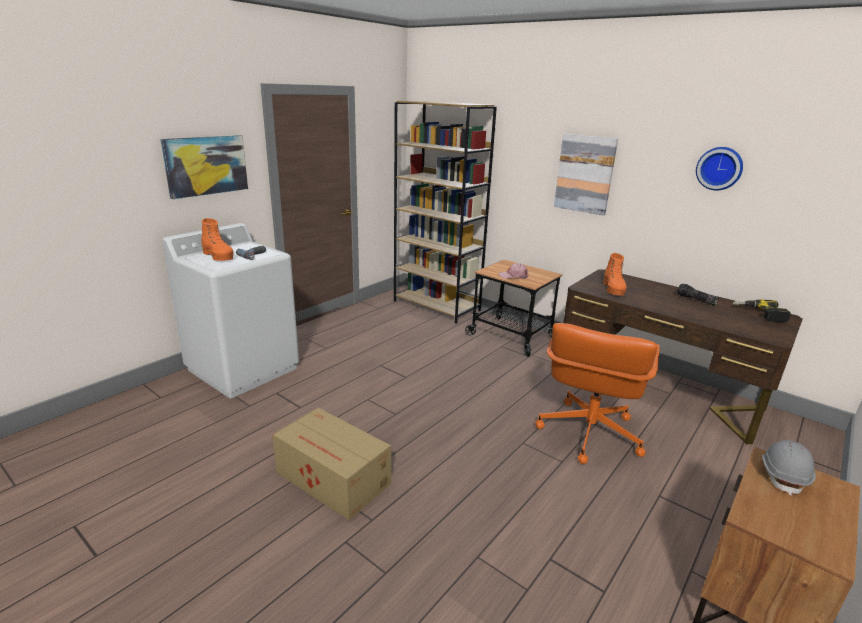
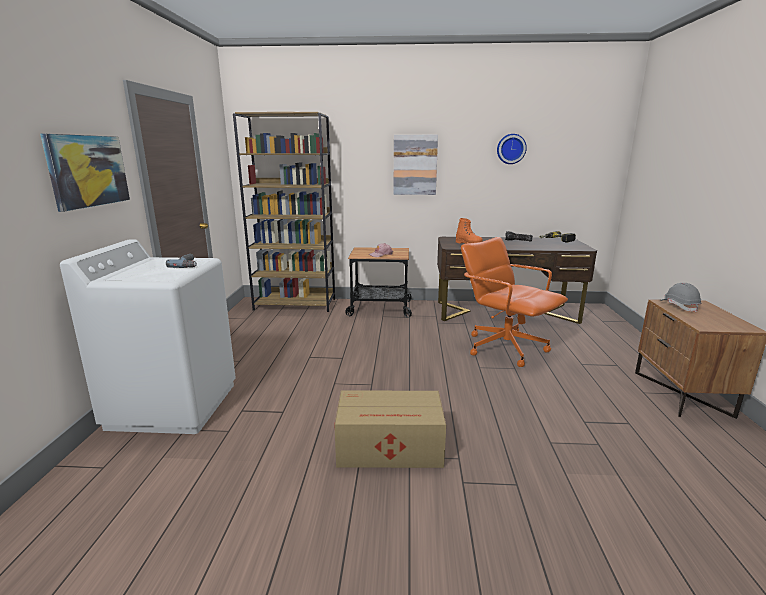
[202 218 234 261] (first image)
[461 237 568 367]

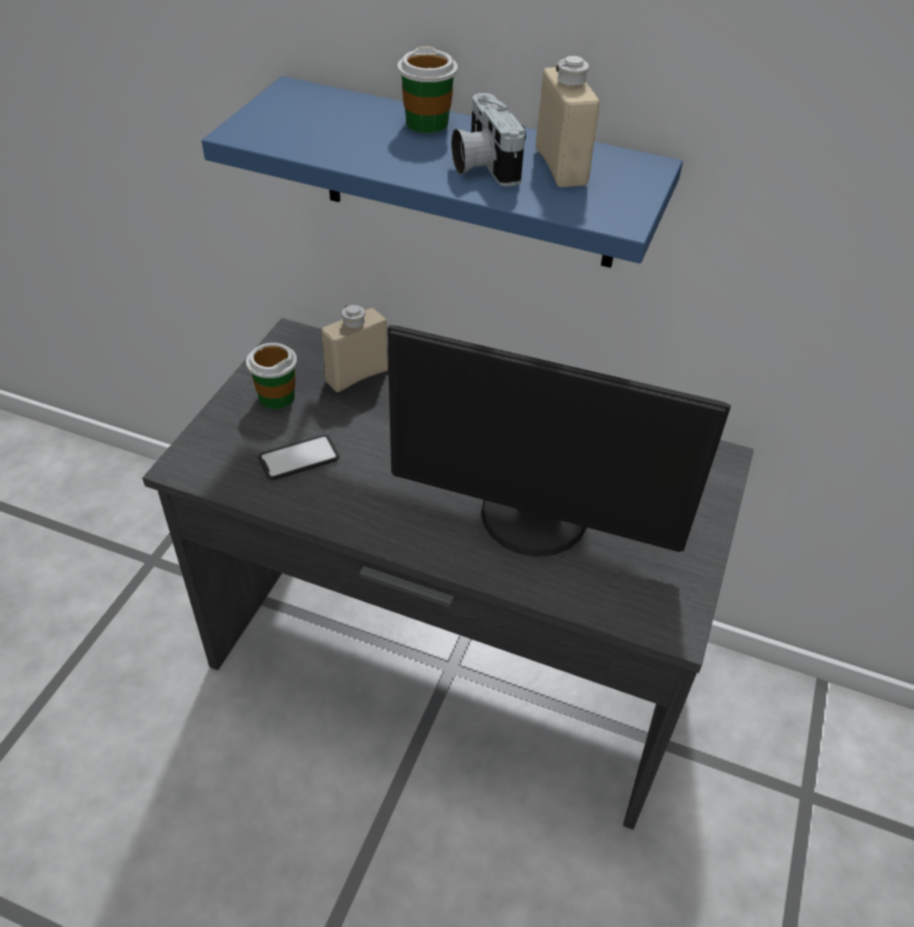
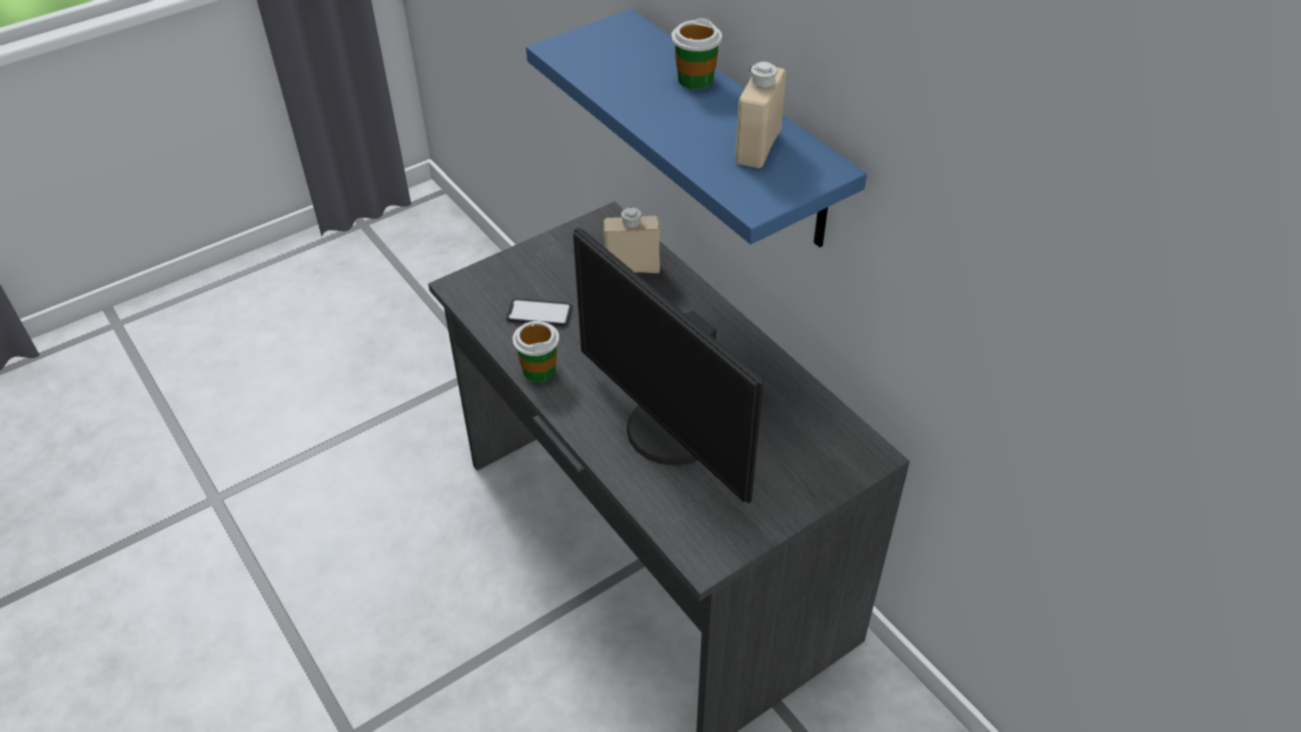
[451 93 526 187] (first image)
[513 321 559 382]

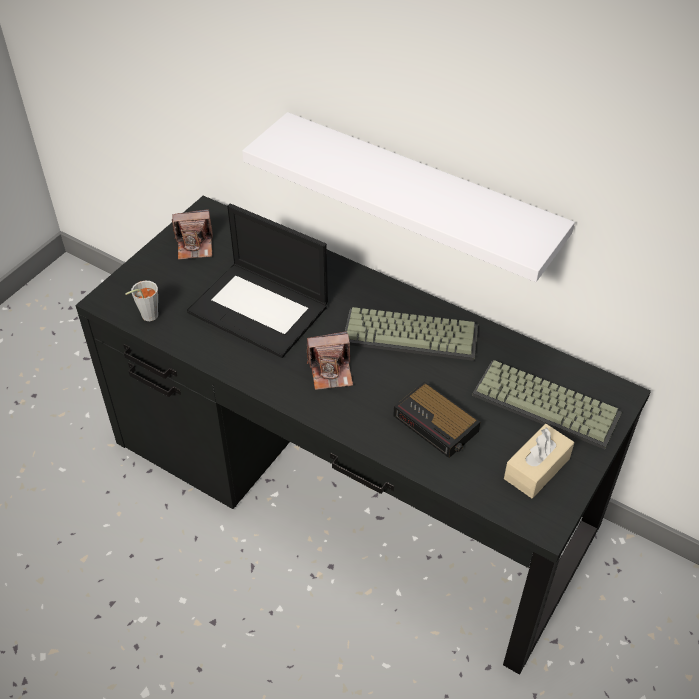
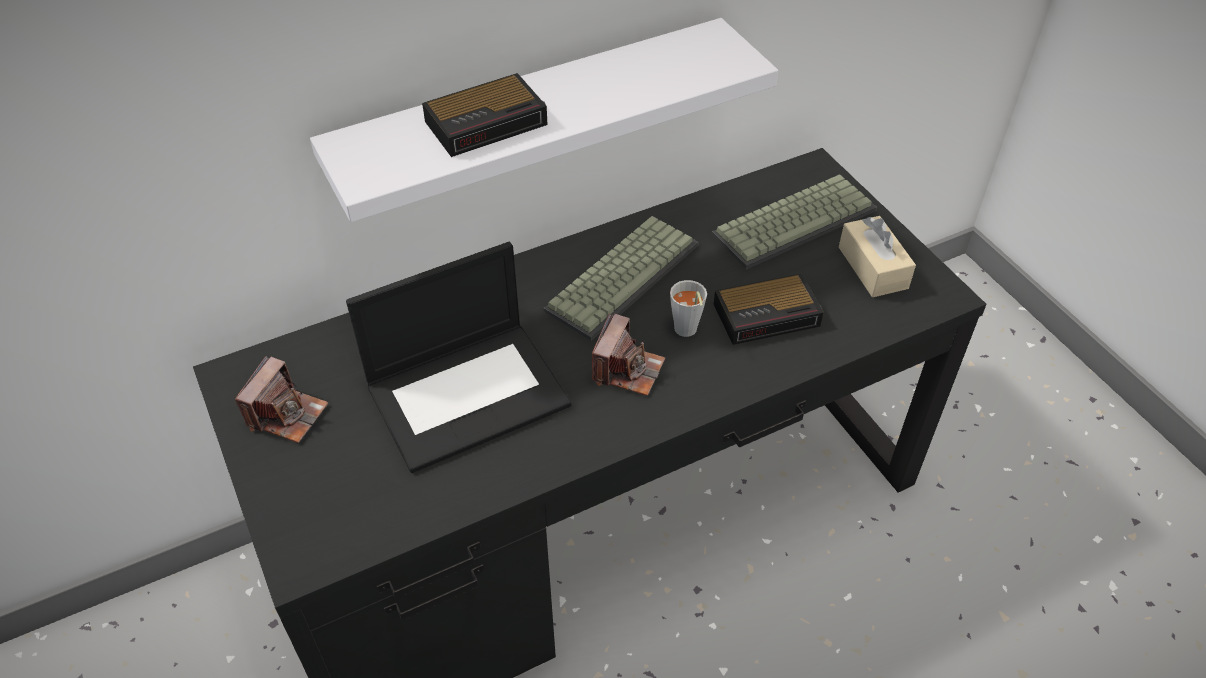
[422 73 548 157]
[670 280 707 337]

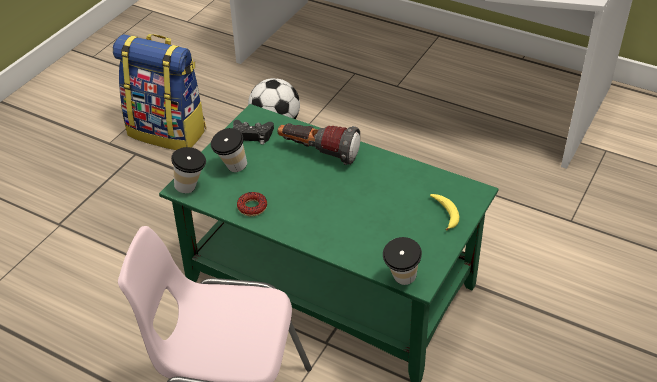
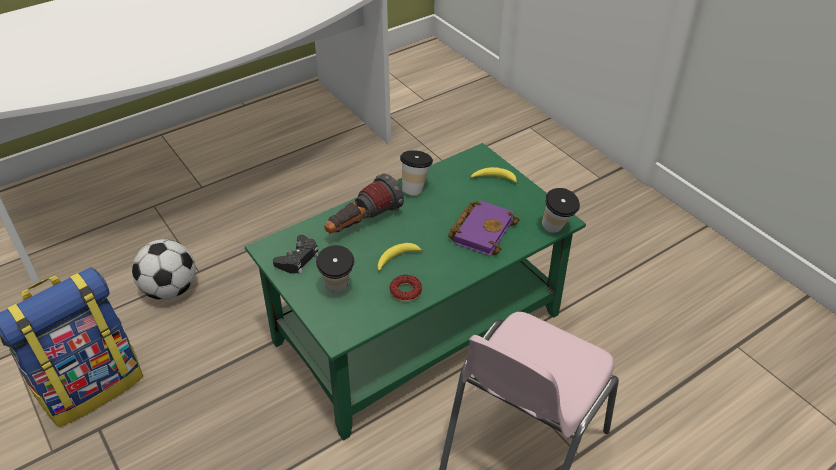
[378 243 424 271]
[448 200 520 256]
[400 150 433 195]

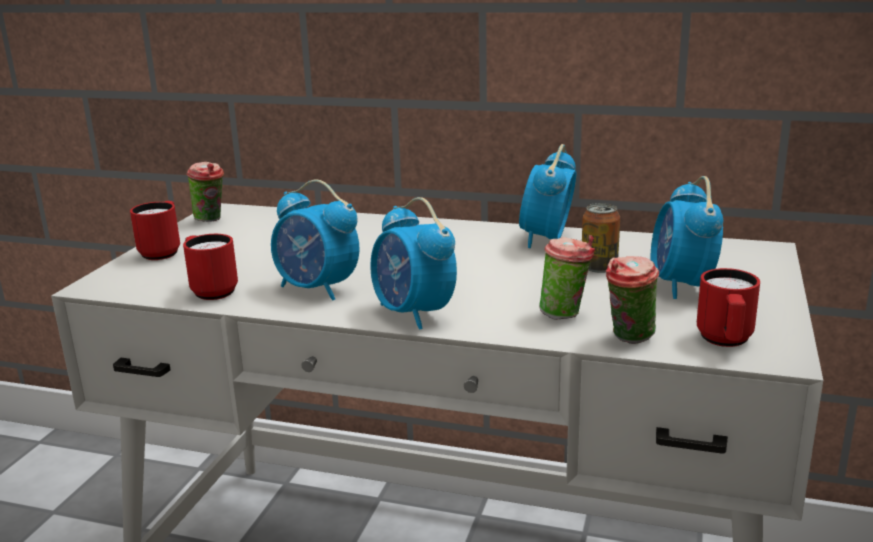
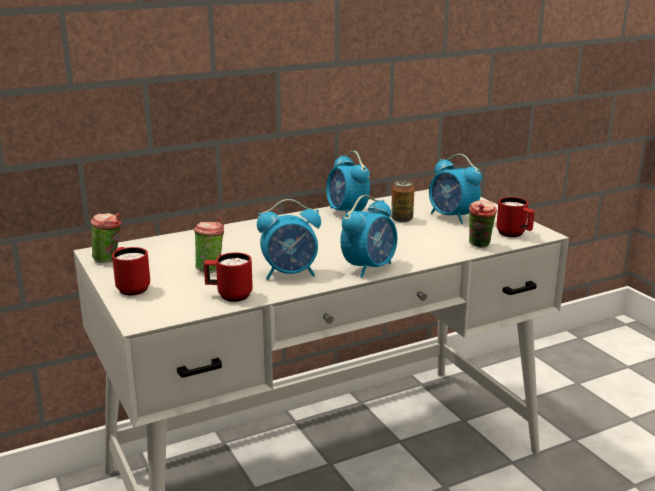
[194 217 224 273]
[340 195 397 278]

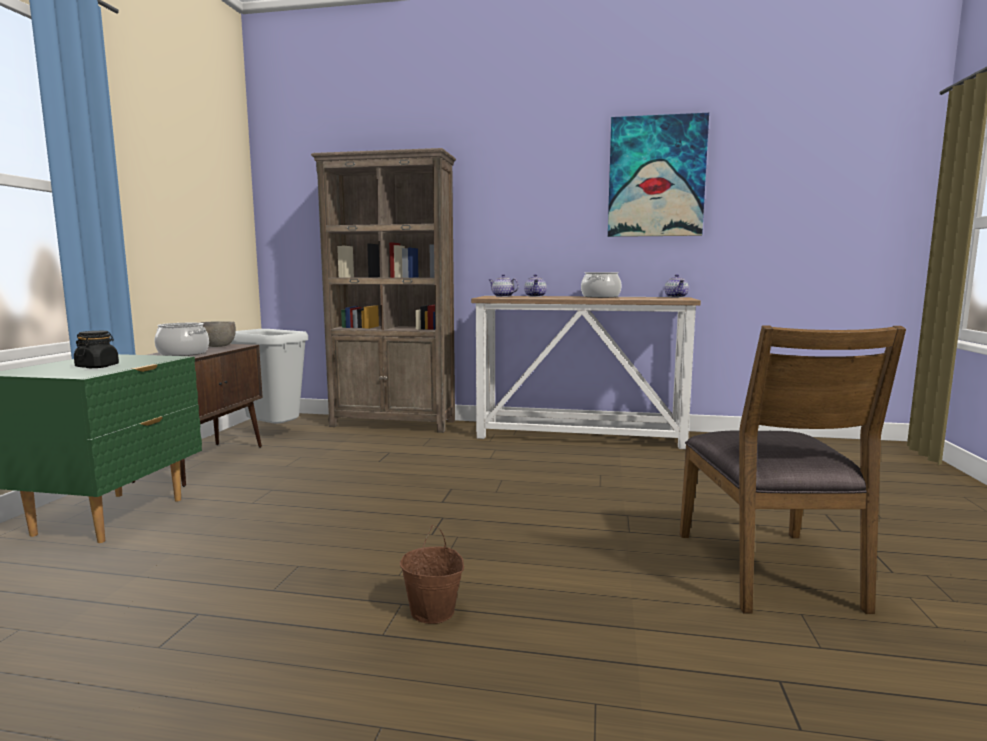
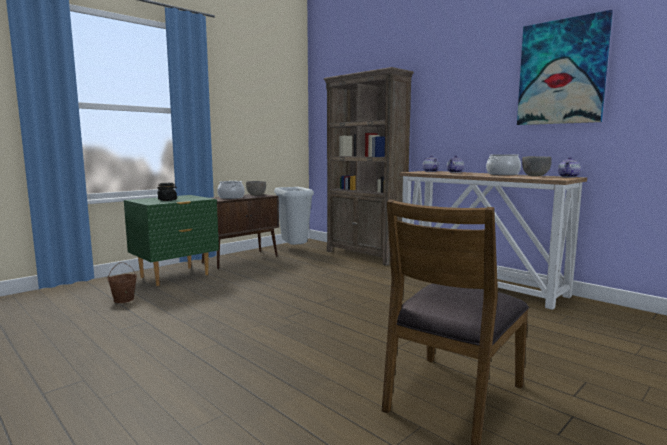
[522 156 552 176]
[108 262 137 303]

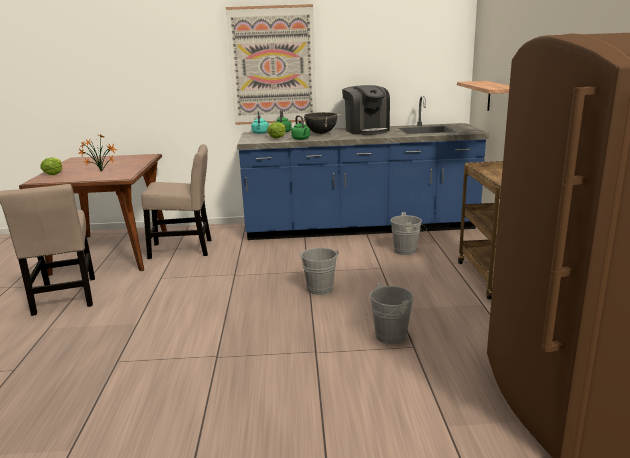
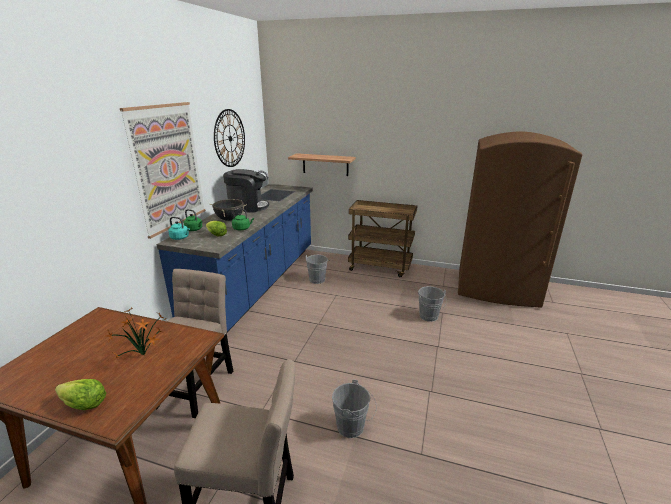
[214 109 245 167]
[332 379 377 438]

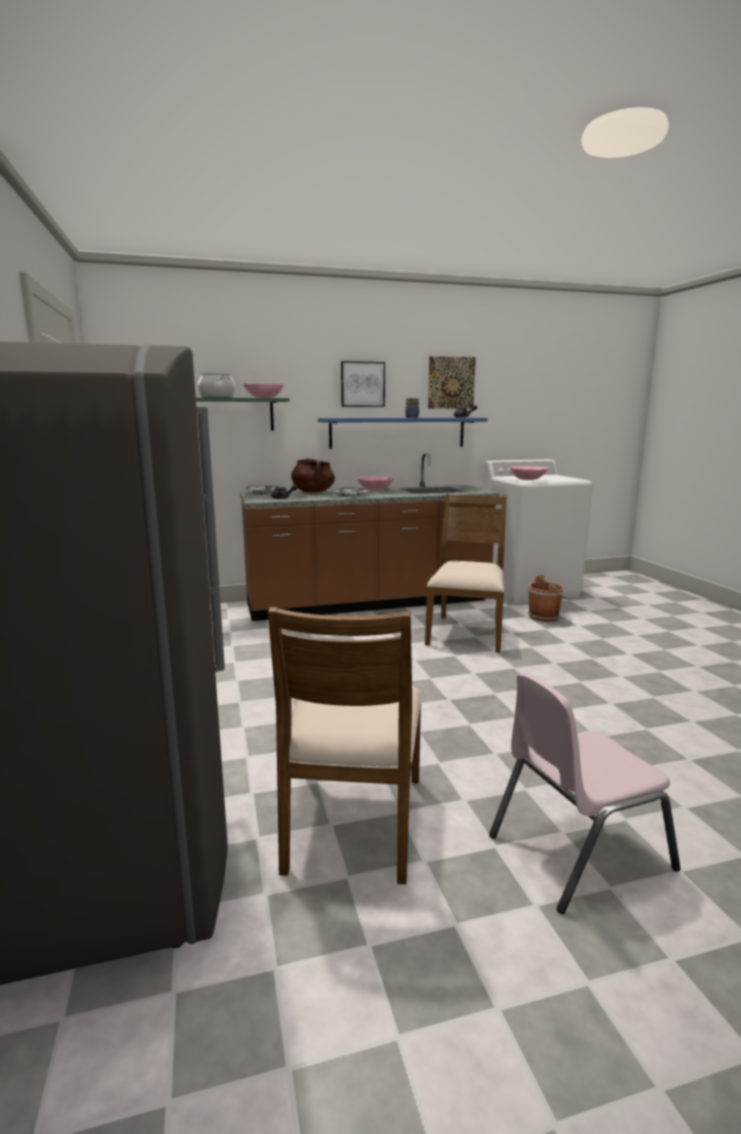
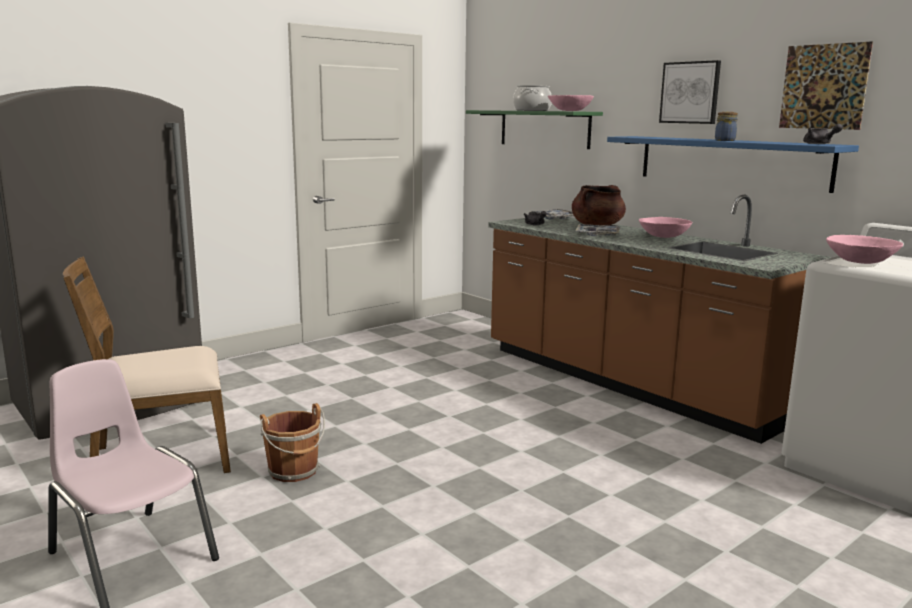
[425 494 507 652] (first image)
[260 403 325 482]

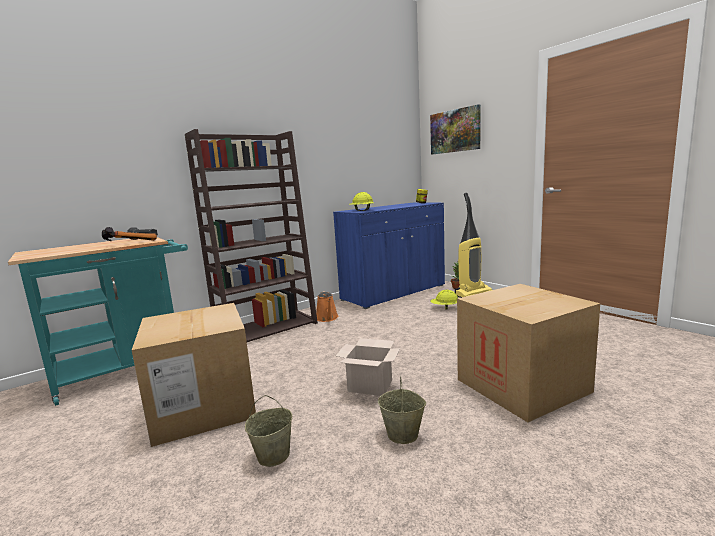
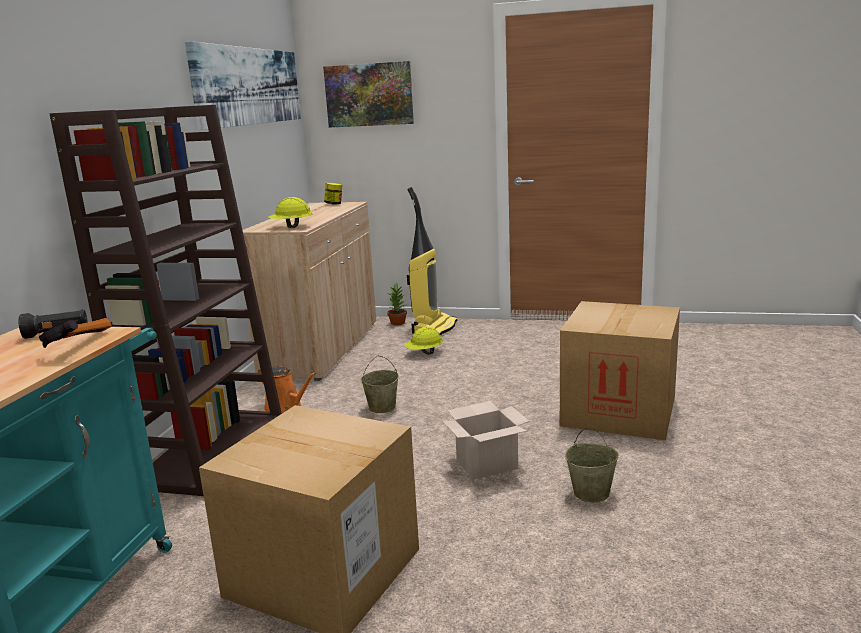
[185 41 301 130]
[361 356 399 413]
[243 202 376 381]

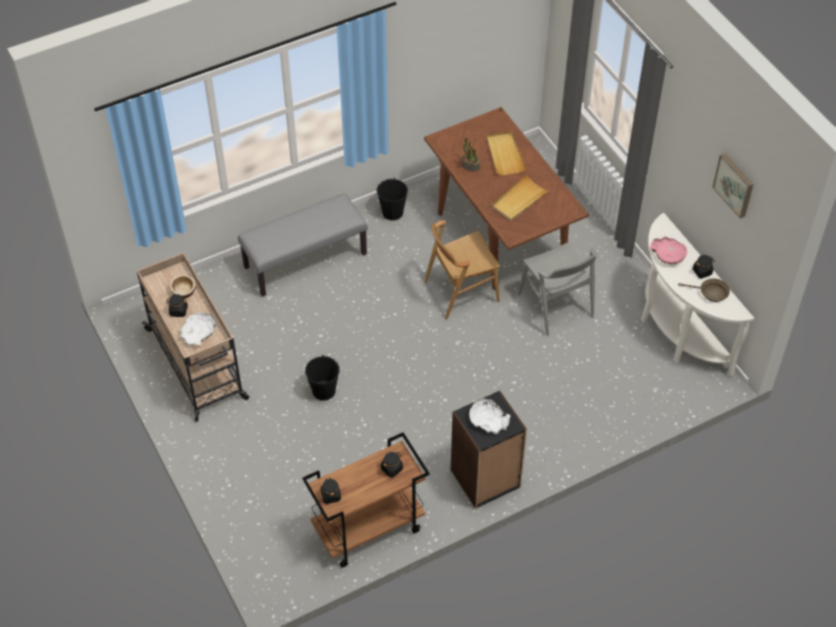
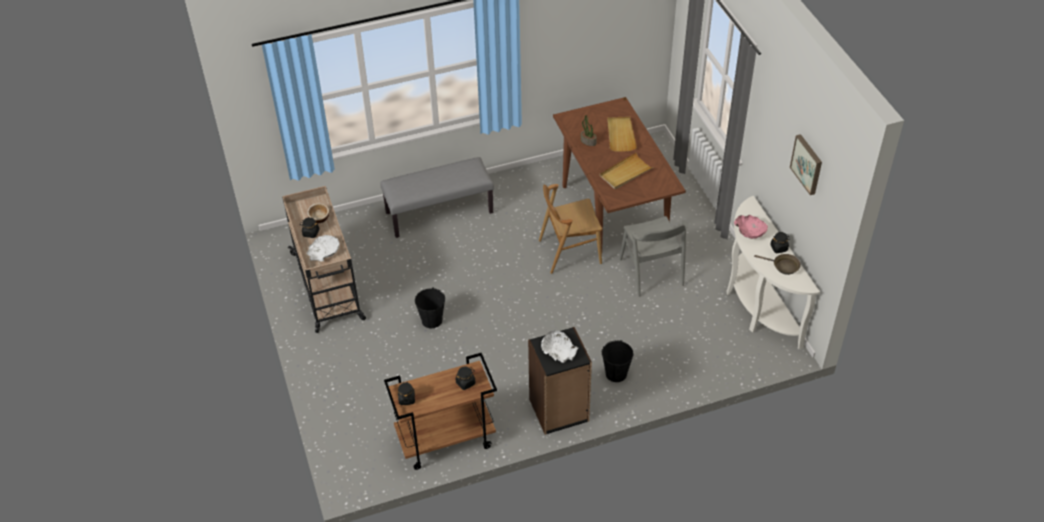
[602 340 633 382]

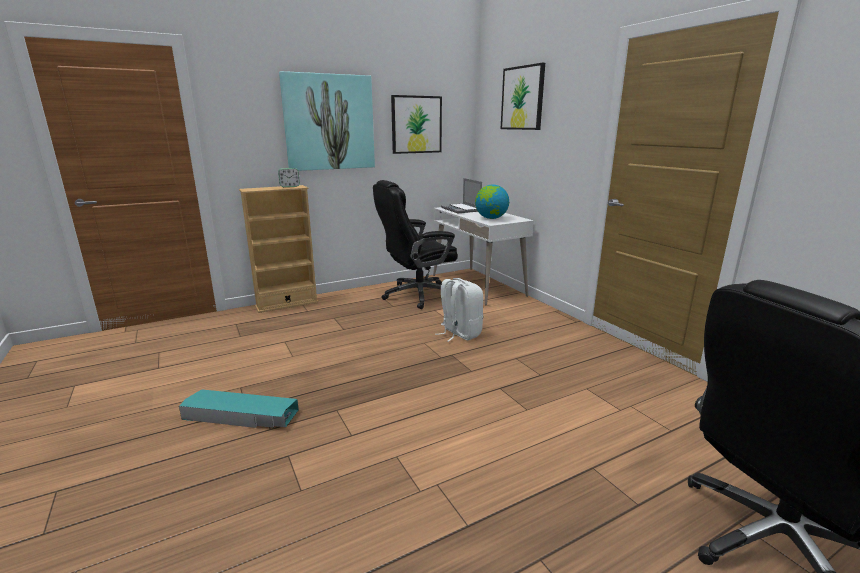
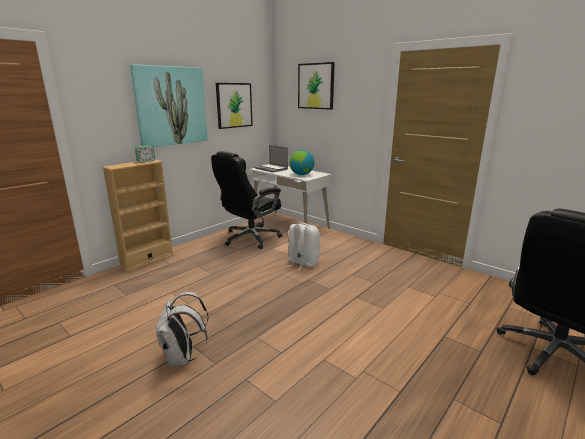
[156 292 209 367]

